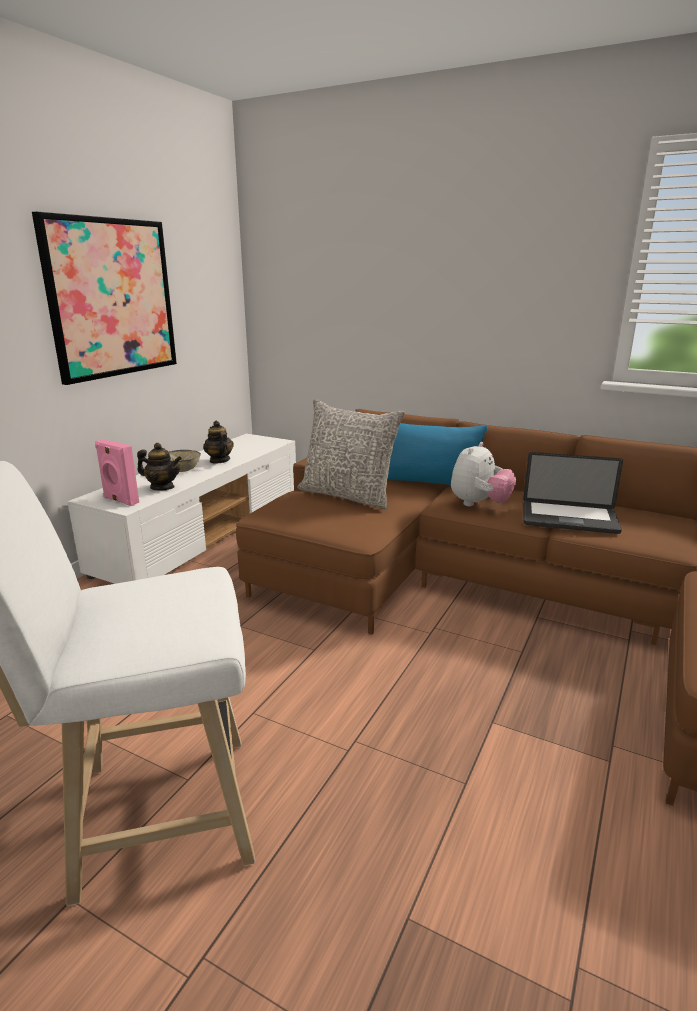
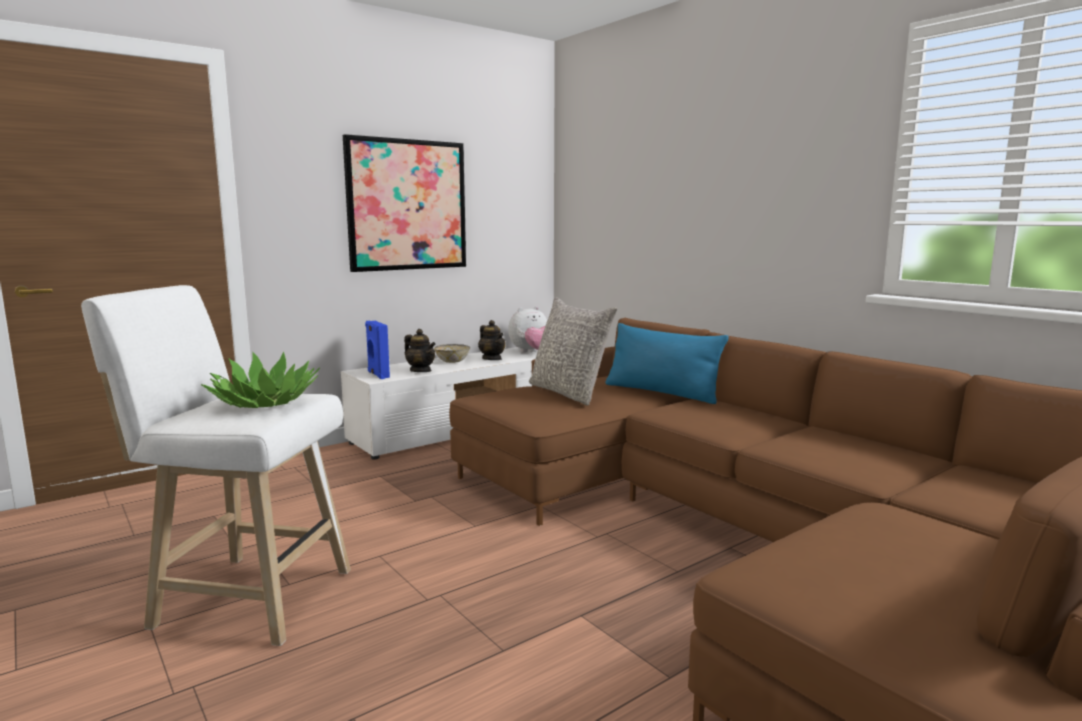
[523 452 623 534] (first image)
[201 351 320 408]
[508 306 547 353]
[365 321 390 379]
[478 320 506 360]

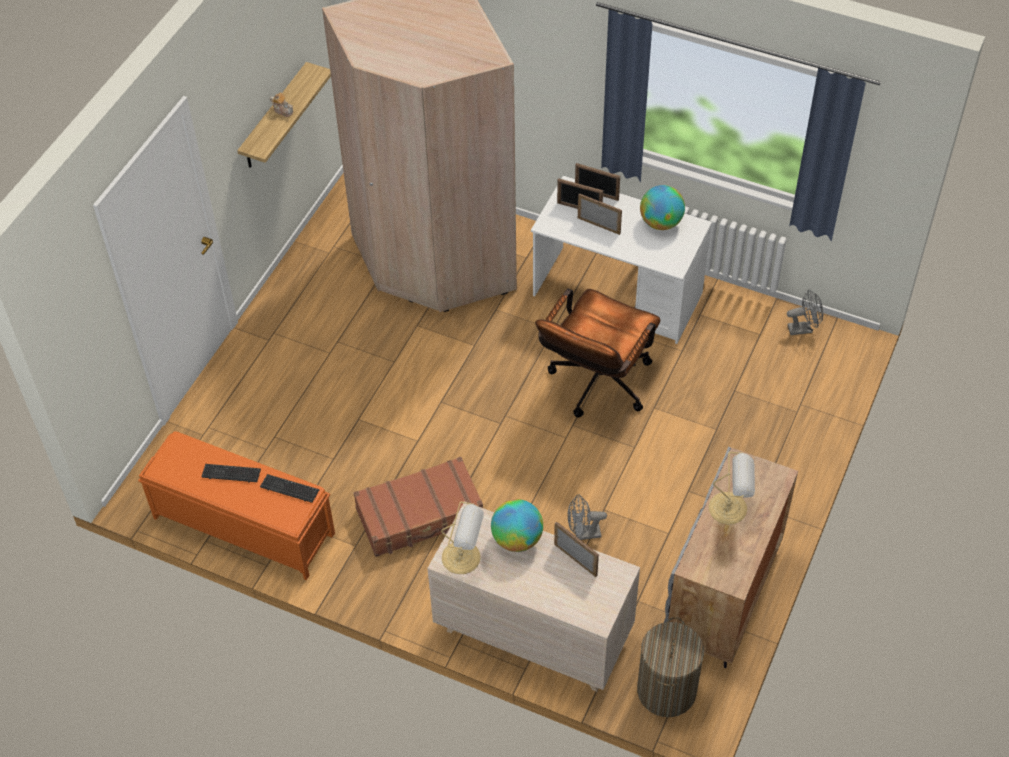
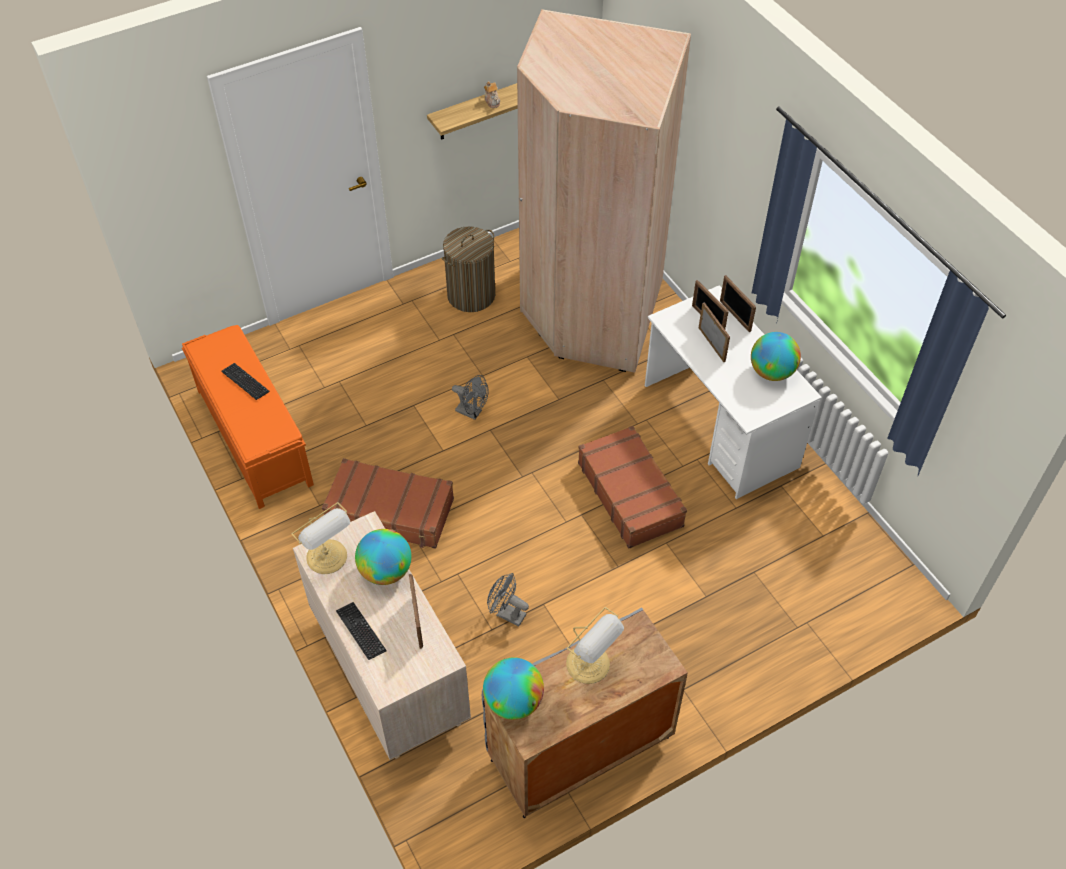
[483 658 544 720]
[336 602 387 660]
[442 226 495 312]
[452 375 489 420]
[578 426 687 549]

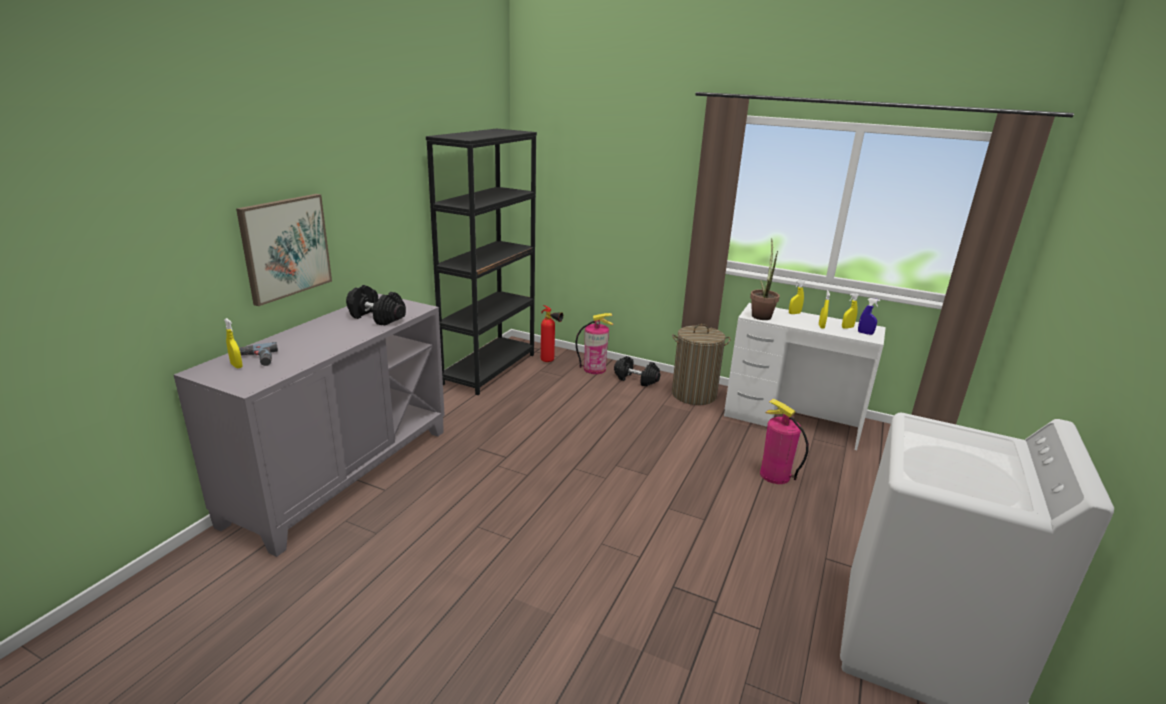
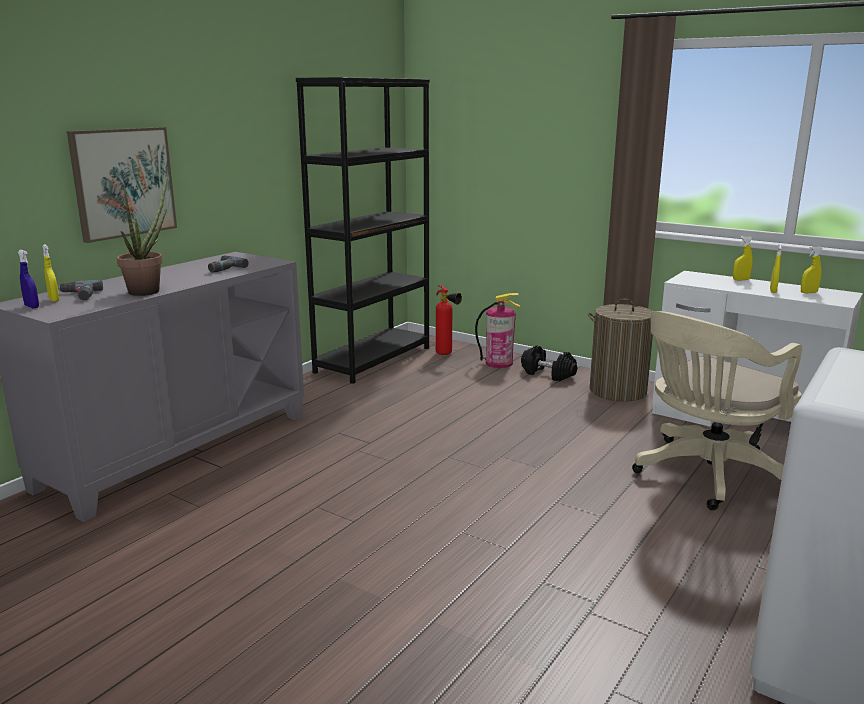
[117 176 167 296]
[18 250 39 308]
[208 256 249 272]
[632 311 802 510]

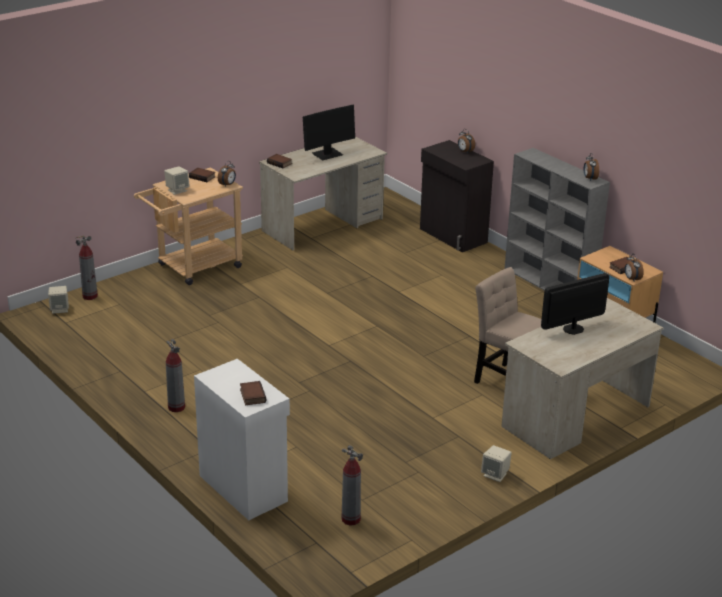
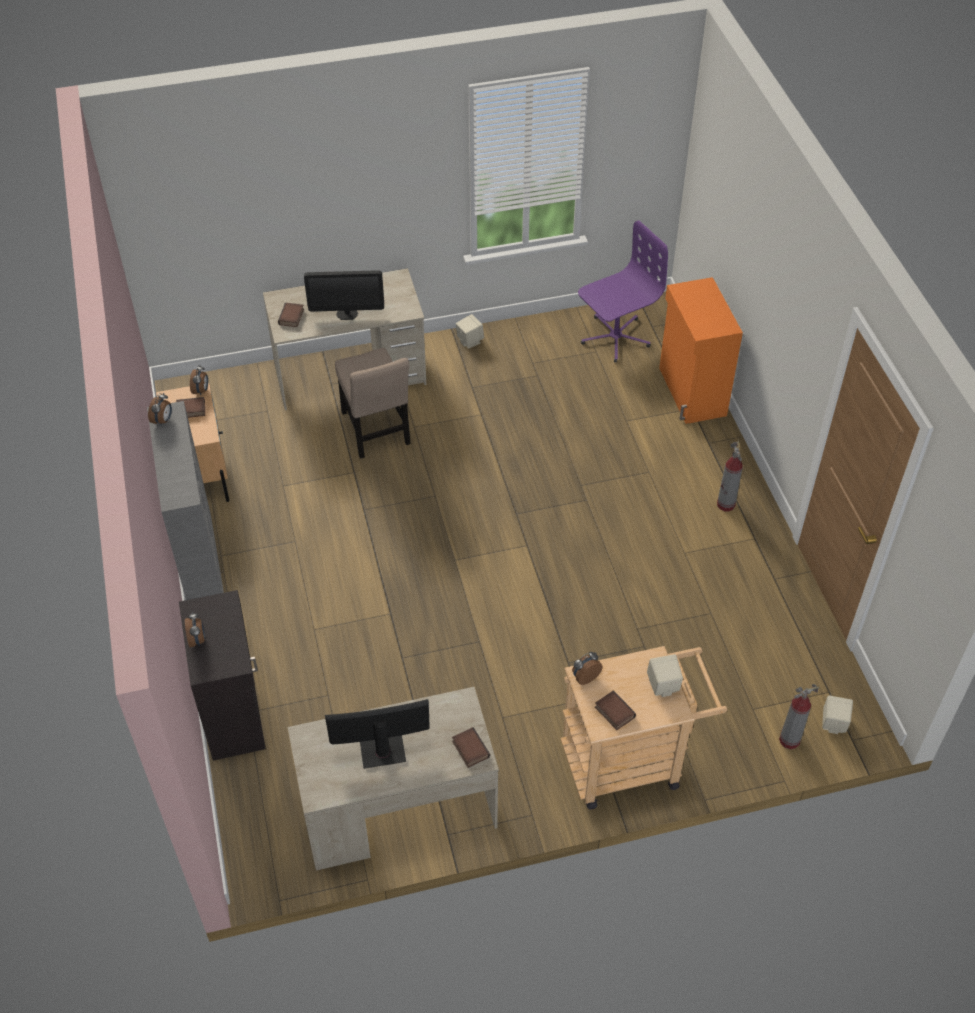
[278 303 304 327]
[578 220 668 363]
[659 277 743 424]

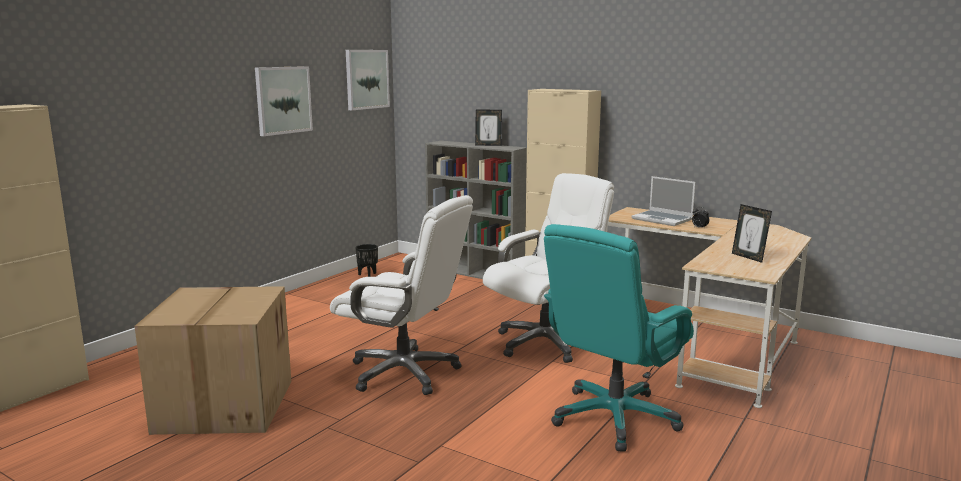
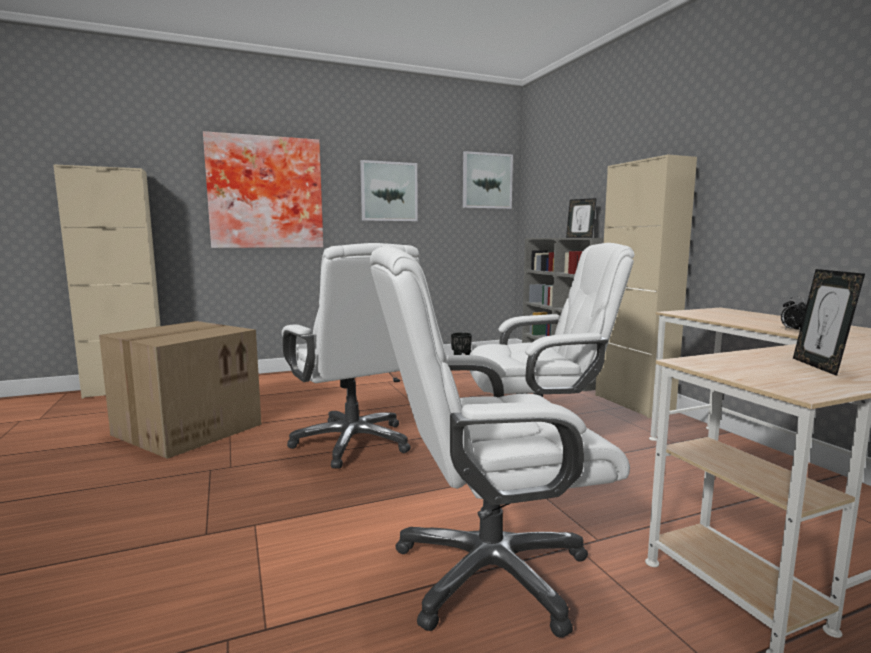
[631 176 695 226] (first image)
[203 131 323 248]
[370 245 630 638]

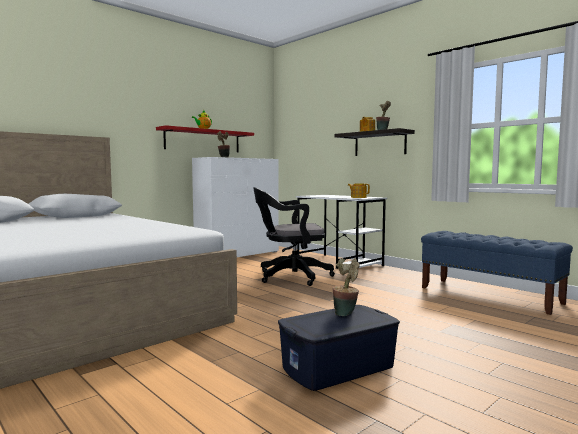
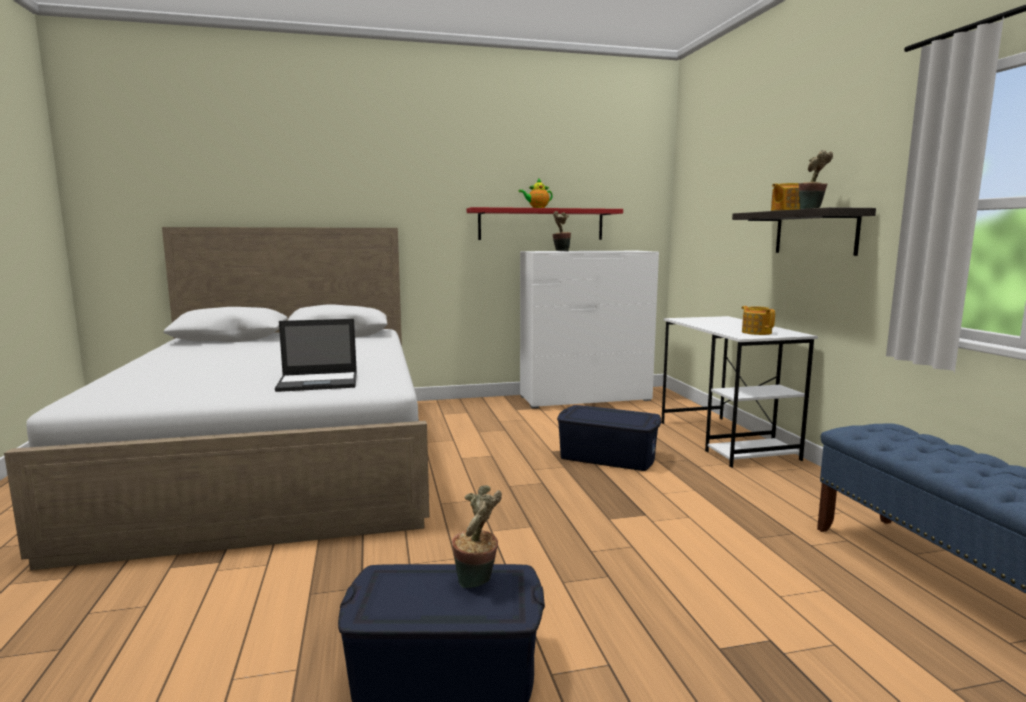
[275 319 357 392]
[557 405 661 471]

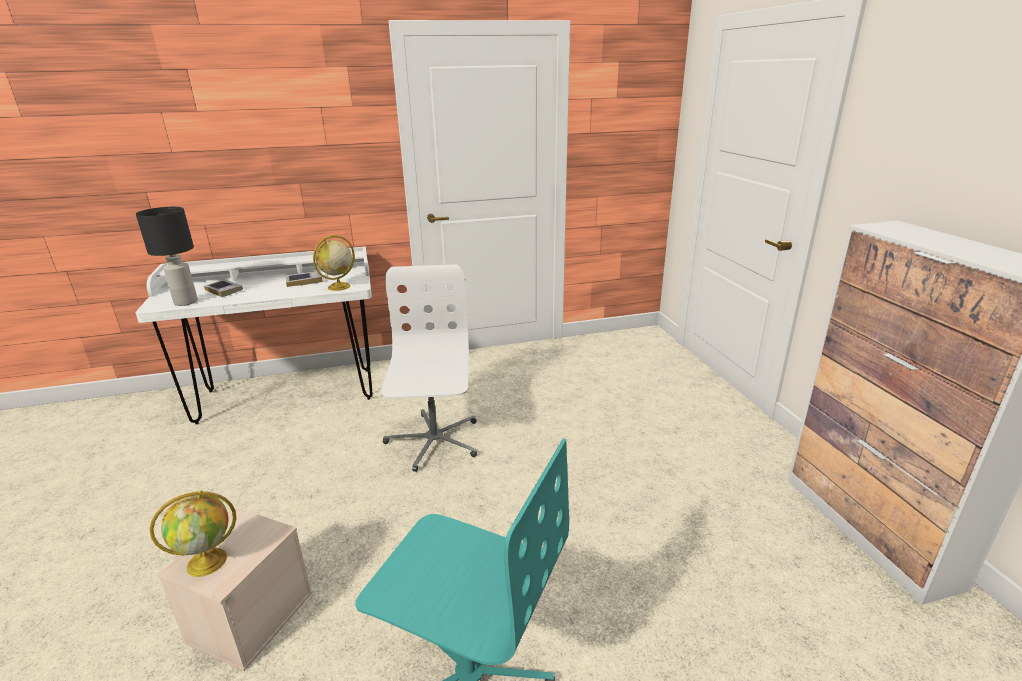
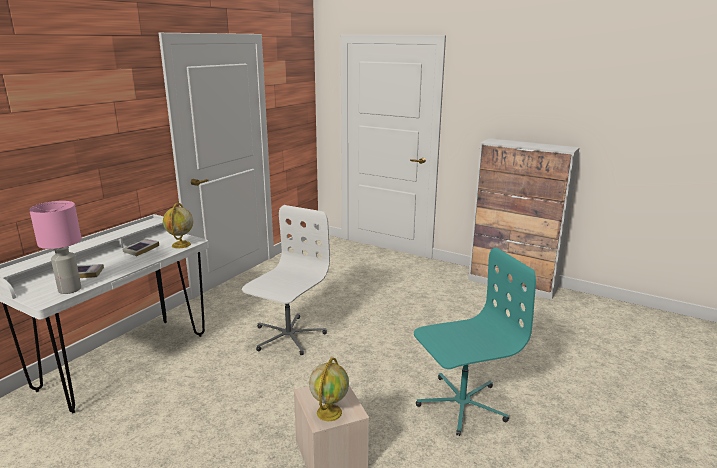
[29 201 82 294]
[242 205 330 356]

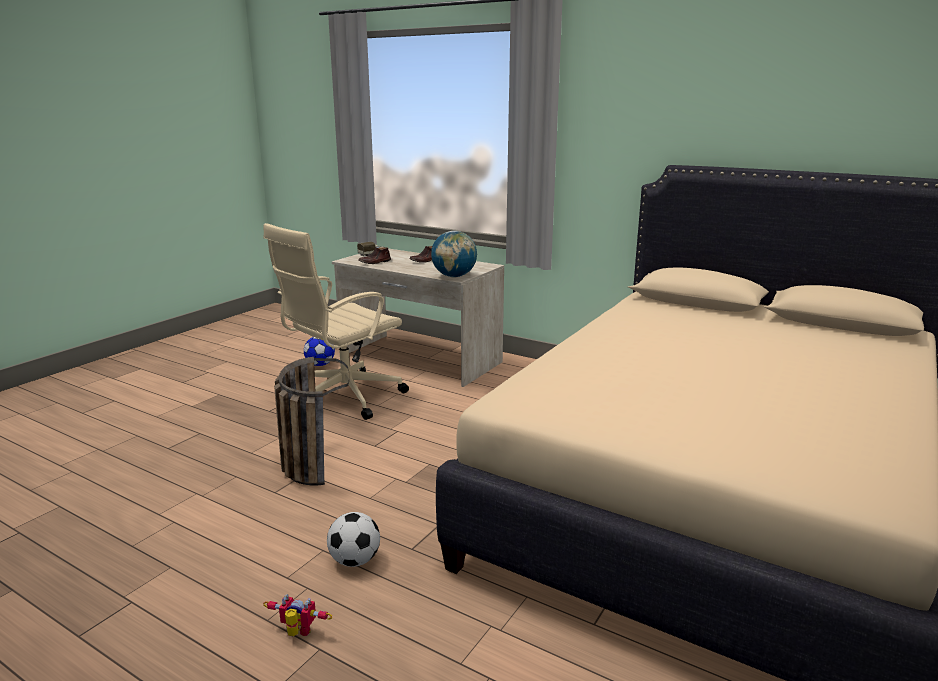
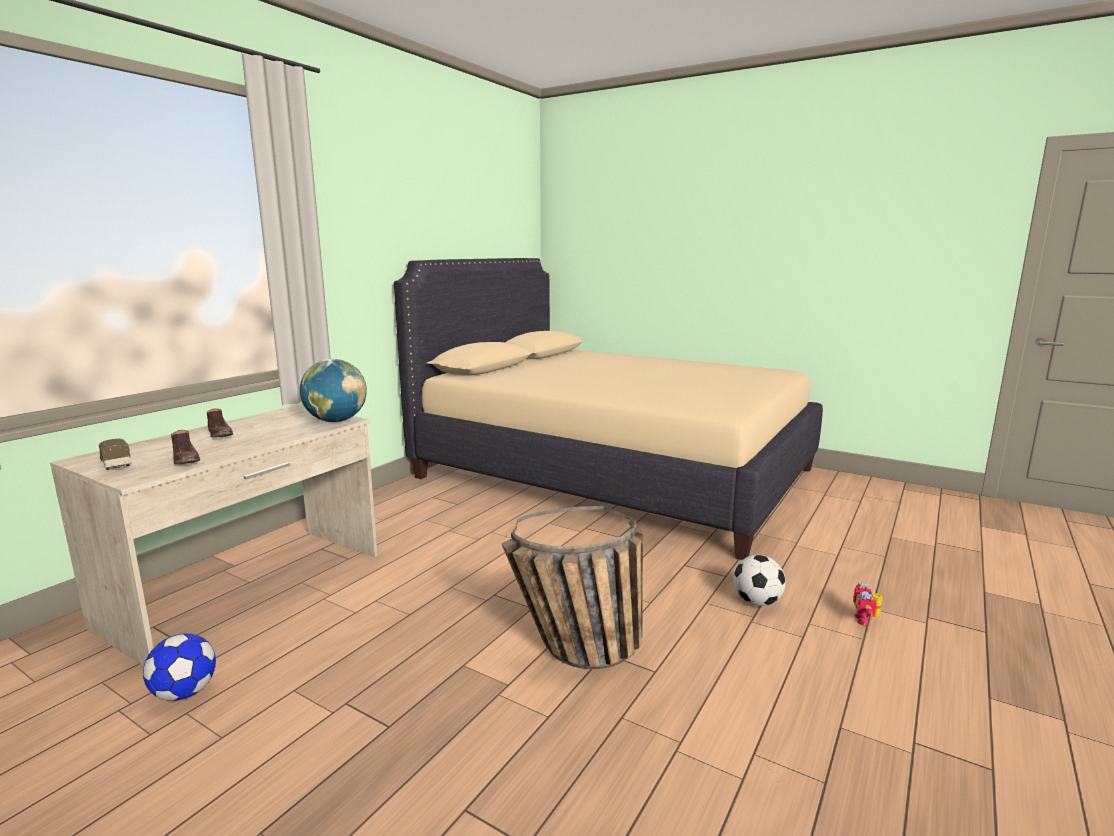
[263 223 409 420] (first image)

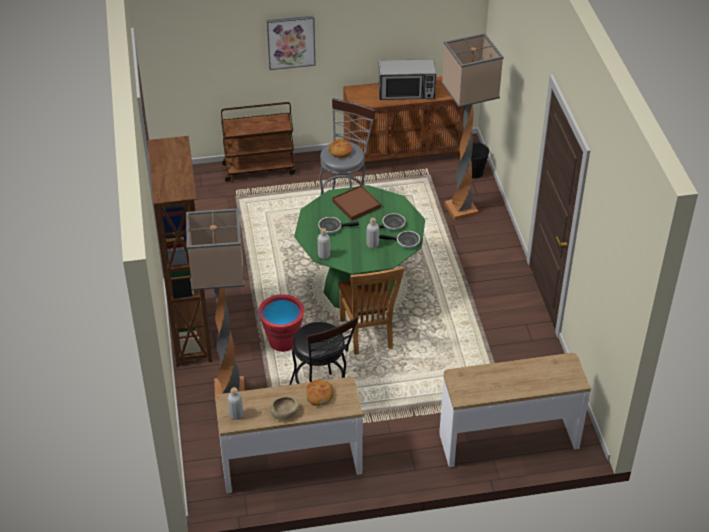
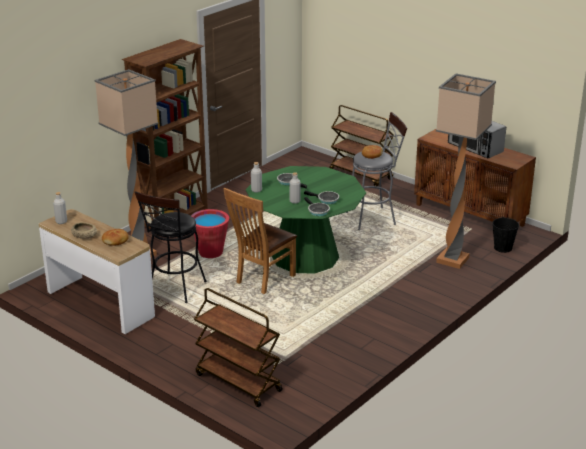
[267 16 316 70] (first image)
[332 185 381 221] (first image)
[194 288 283 407]

